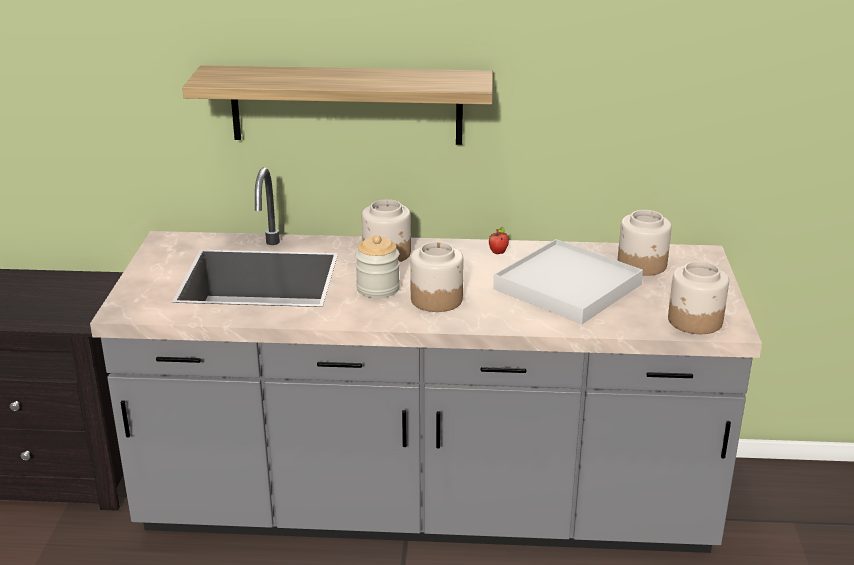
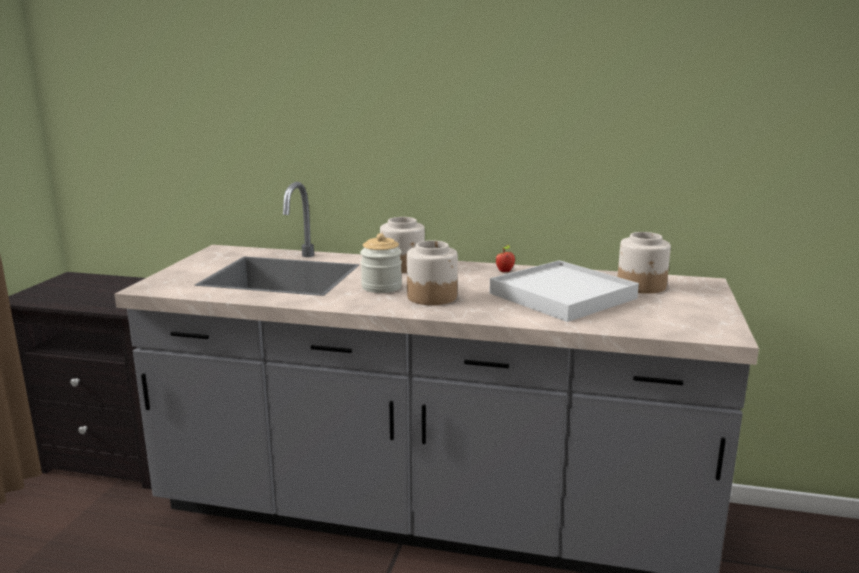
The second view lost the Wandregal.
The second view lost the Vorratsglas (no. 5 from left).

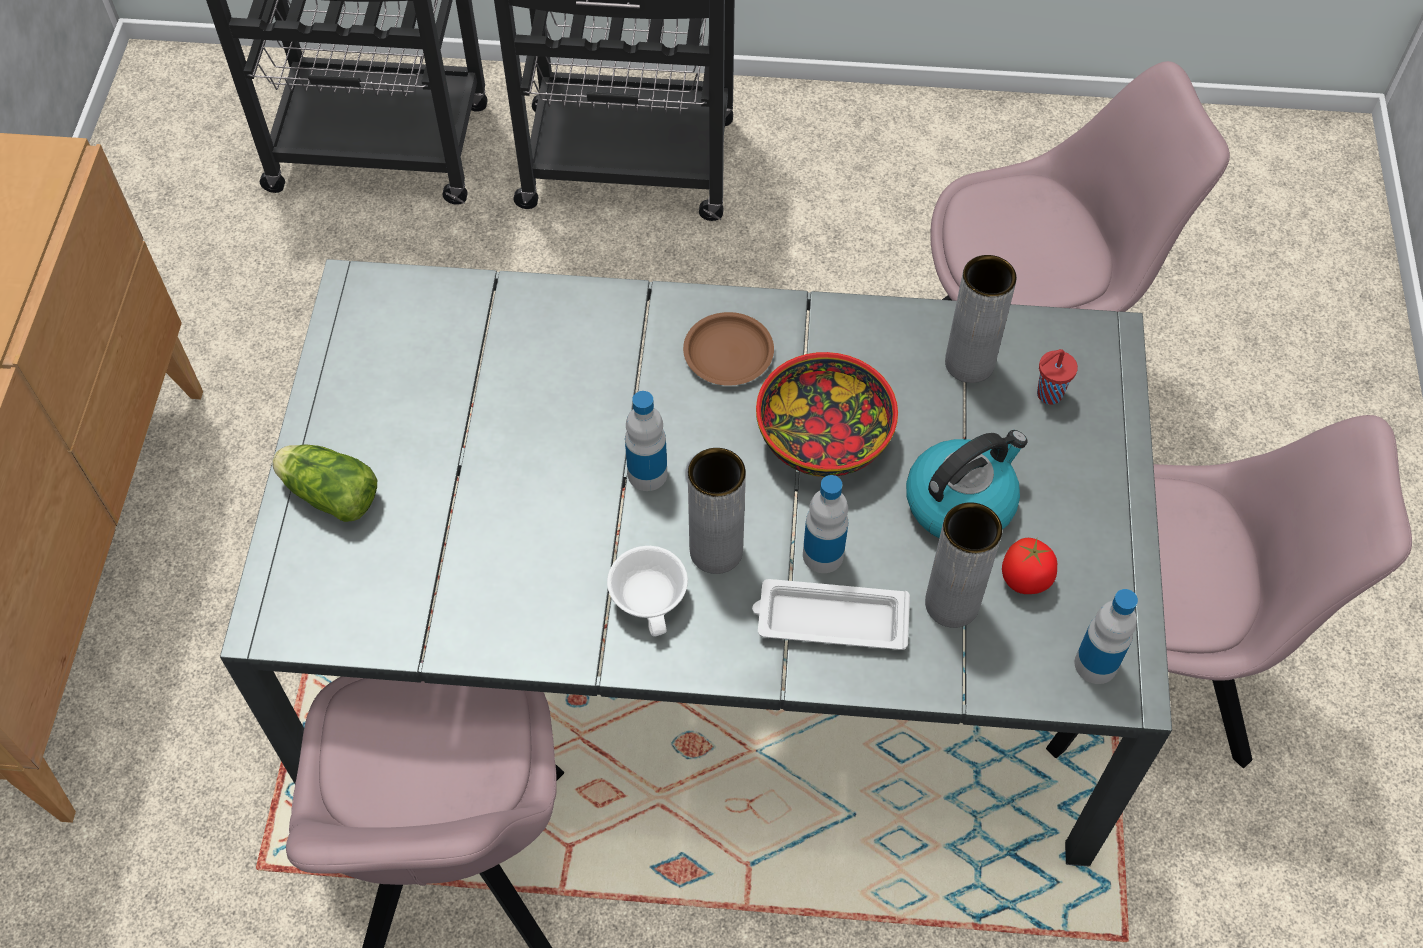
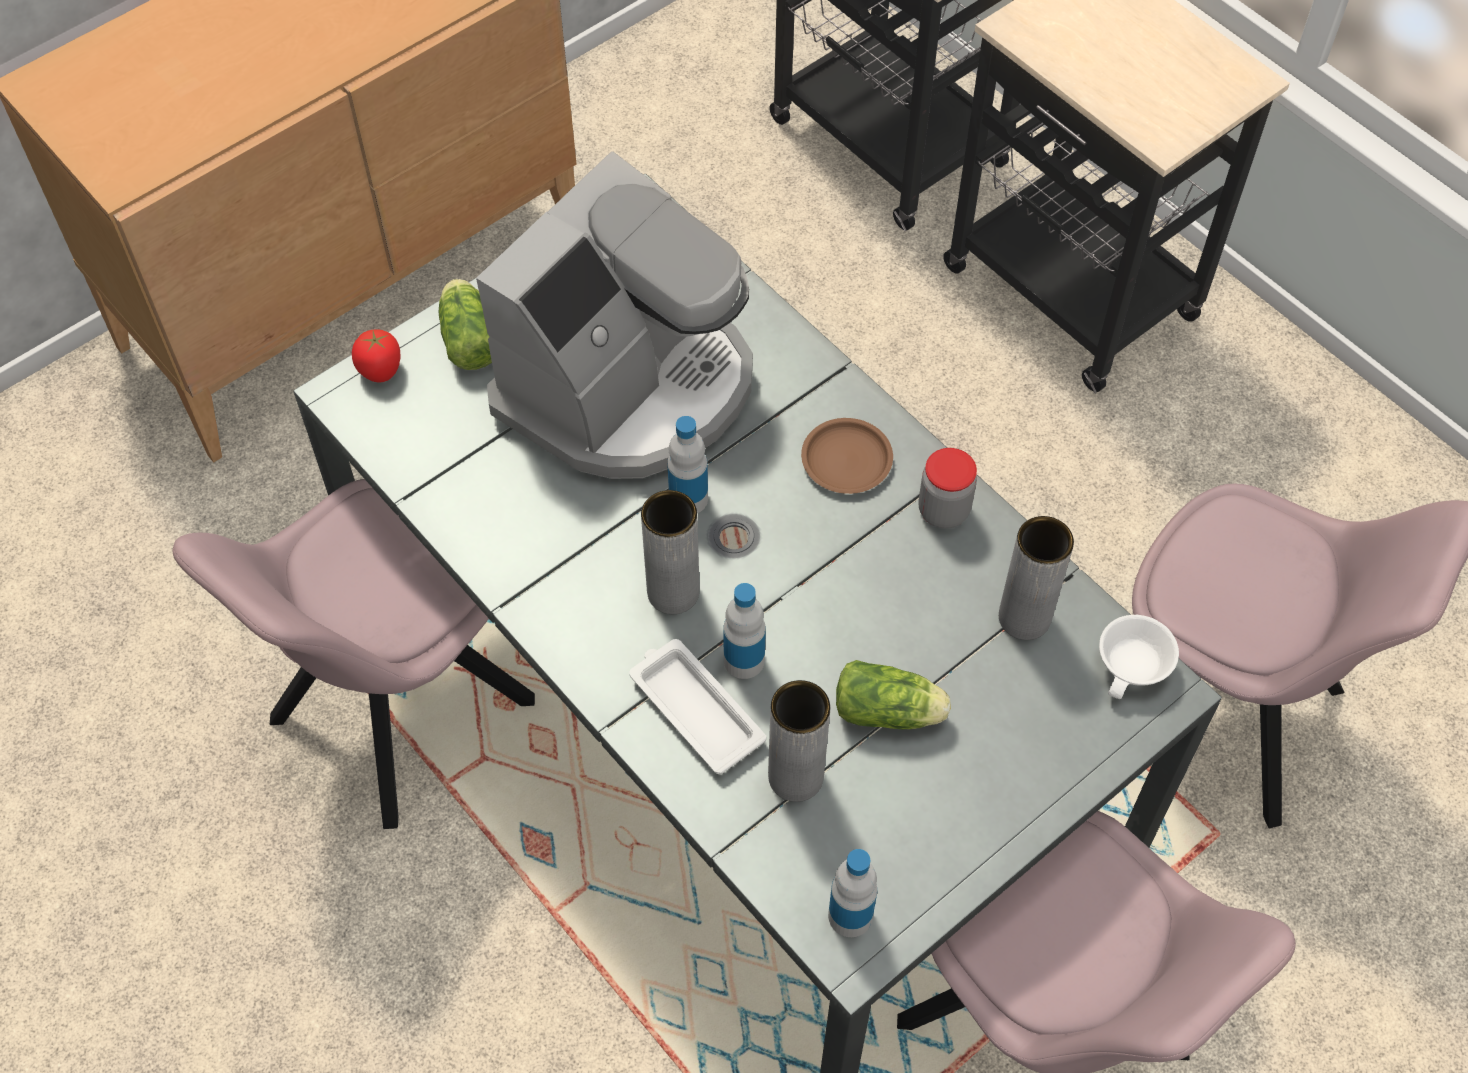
The Tomate ended up elsewhere.
The second view gained the Kaffeemaschine.
Where the Wasserkessel stood, the Salatkopf (no. 2 from left) came to stand.
The second view gained the Vorratsglas.
The Tasse (weiß) ended up elsewhere.
The second view lost the Schüssel.
The second view lost the Tasse (rot).

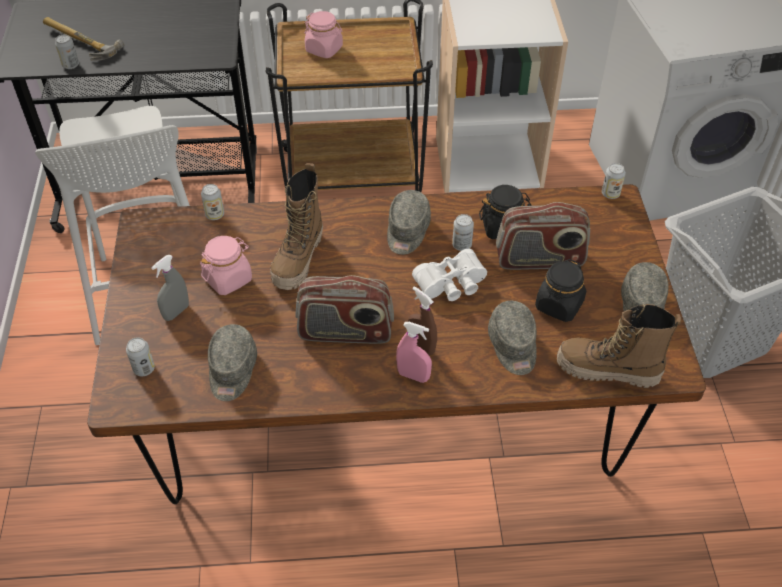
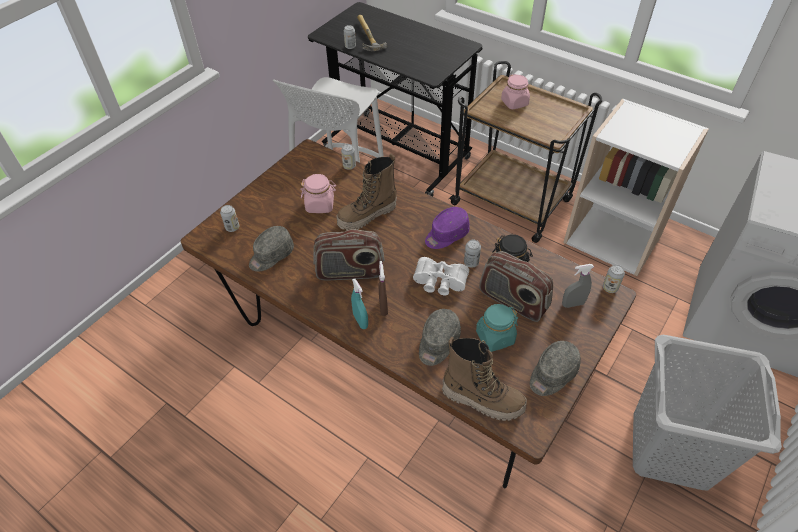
The Radio (no. 1 from left) ended up facing another way, 45 degrees counterclockwise from before.
What was the Sprühflasche (rosa) turned into the Sprühflasche (türkis).
What was the Kappe (grau) (no. 2 from left) turned into the Kappe (lila).
The Stiefel (no. 2 from left) ended up facing another way, 150 degrees clockwise from before.
What was the Vorratsglas (schwarz) (no. 2 from left) turned into the Vorratsglas (türkis).
The Sprühflasche (grau) ended up elsewhere.

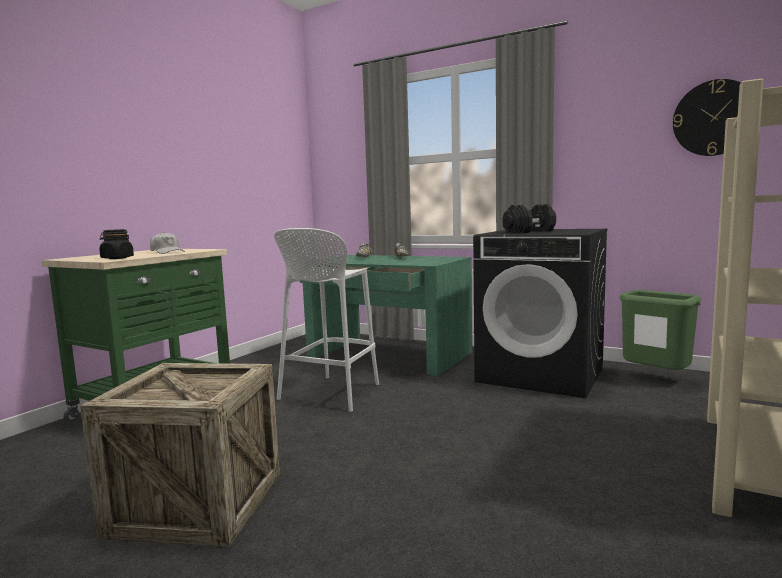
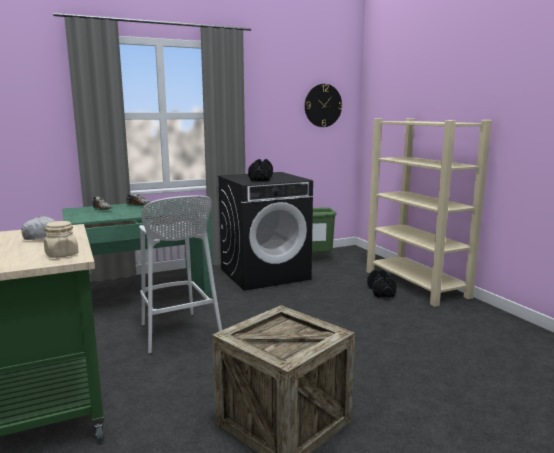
What was the Vorratsglas (schwarz) turned into the Vorratsglas (beige).
The second view gained the Hantel (schwarz) (no. 2 from left).

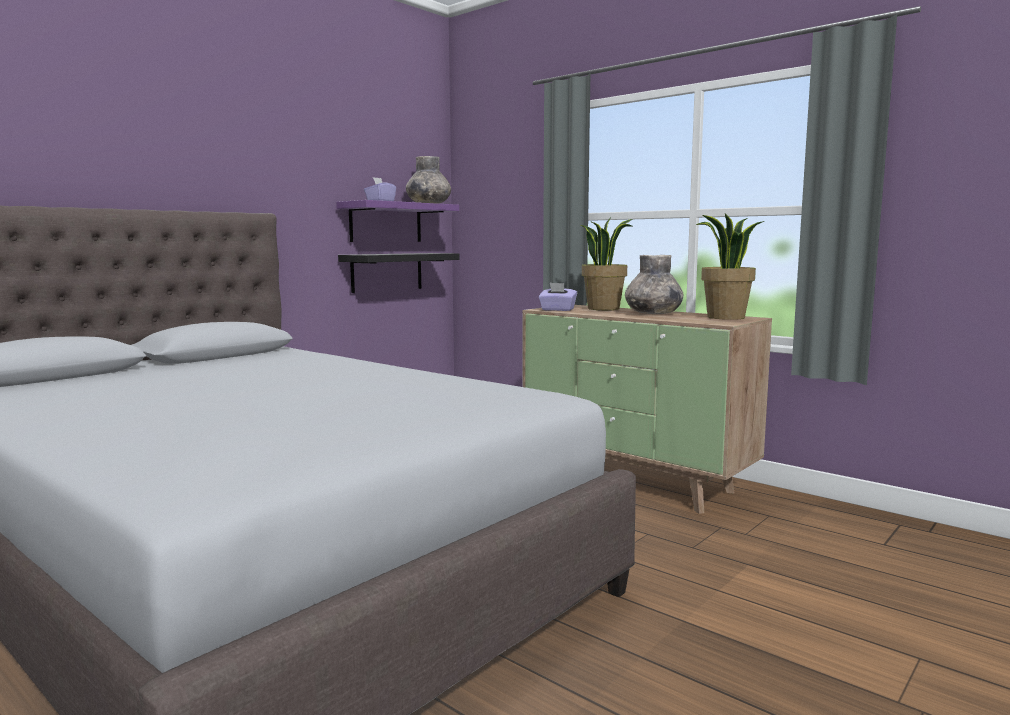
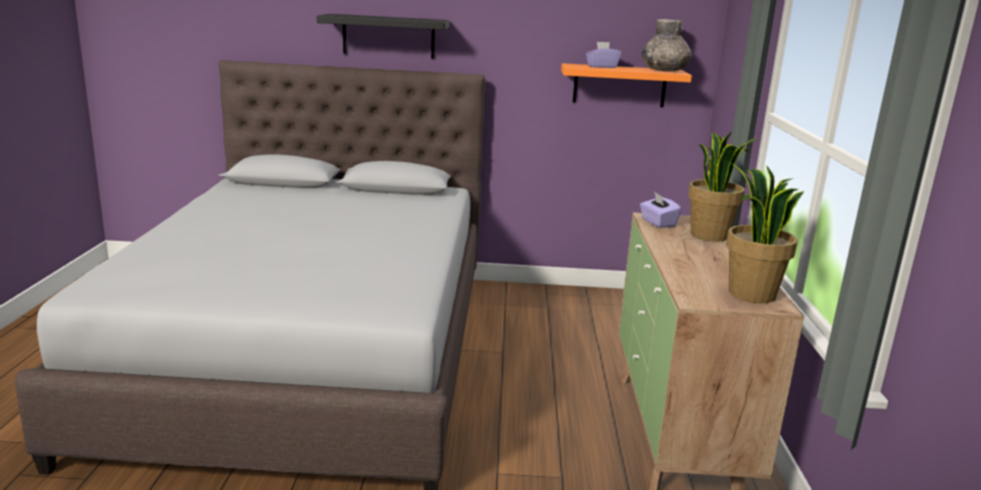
The Wandregal (schwarz) ended up elsewhere.
What was the Wandregal (lila) turned into the Wandregal (orange).
The second view lost the Vase (grau) (no. 2 from left).

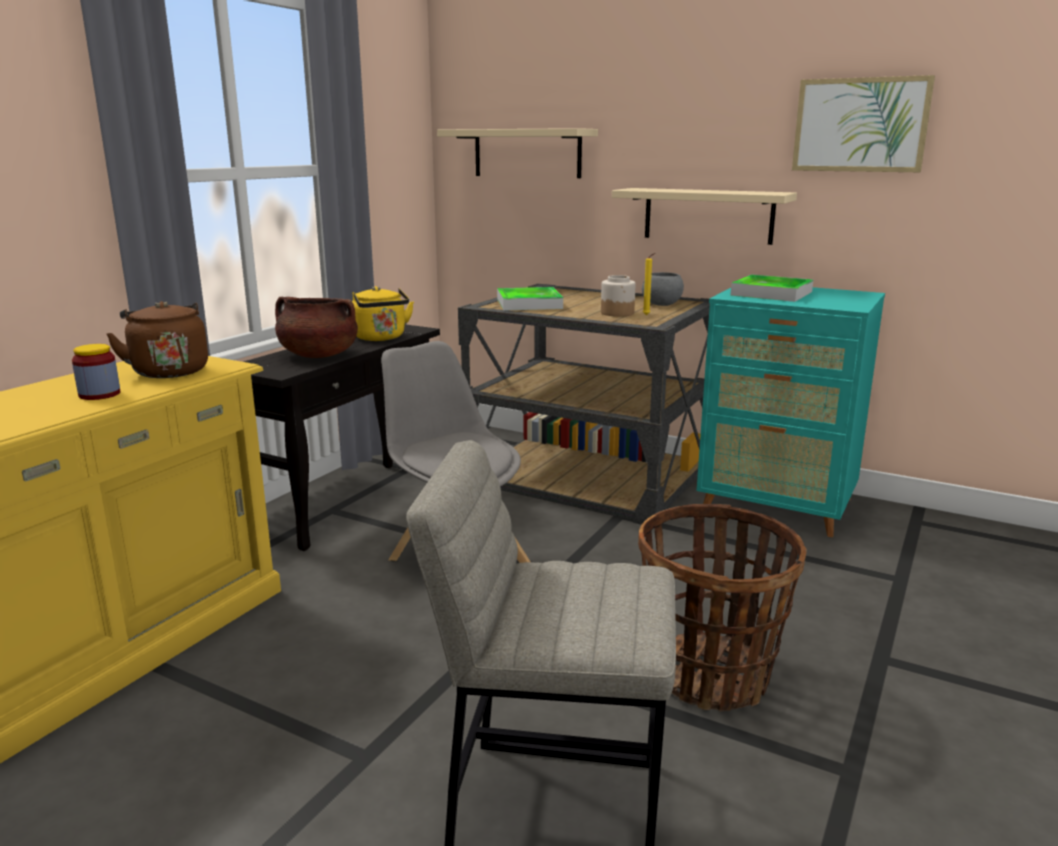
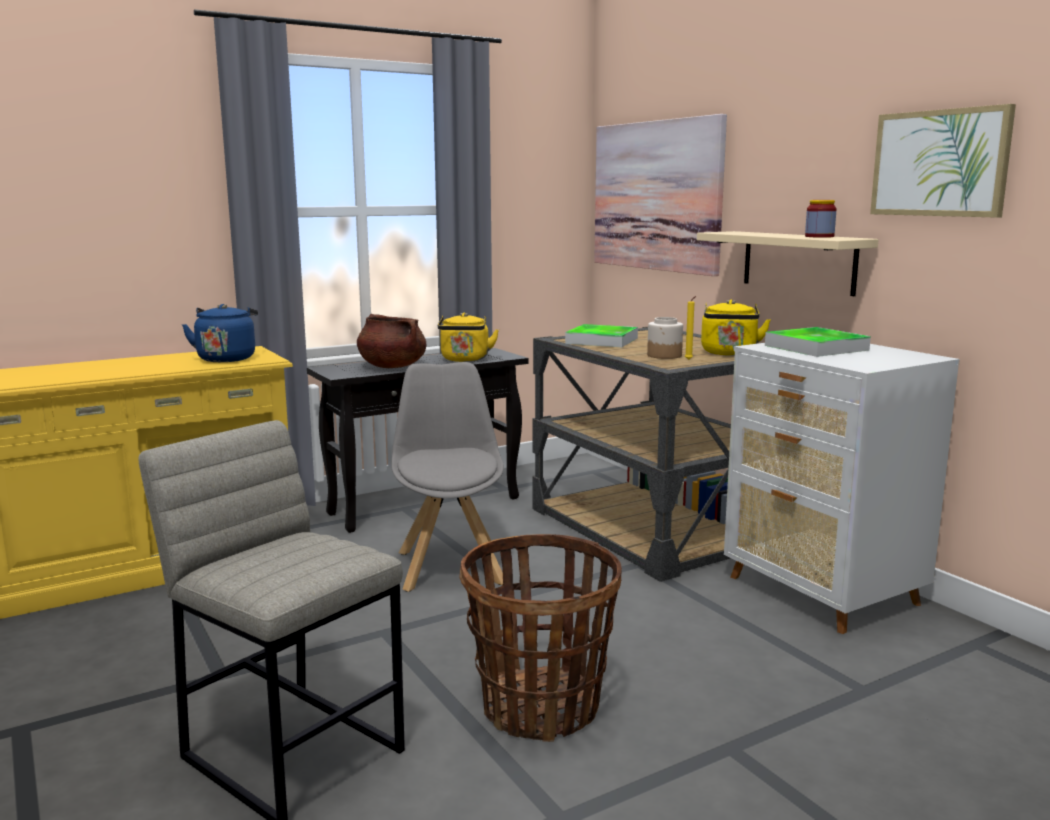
What was the Wasserkessel (braun) turned into the Wasserkessel (blau).
Where the Wandregal (beige) (no. 1 from left) hung, the Bild (no. 1 from left) came to hang.
Where the Schüssel (grau) stood, the Wasserkessel (gelb) (no. 2 from left) came to stand.
What was the Kommode (türkis) turned into the Kommode (weiß).
The Vorratsglas (no. 1 from left in the first image) ended up elsewhere.

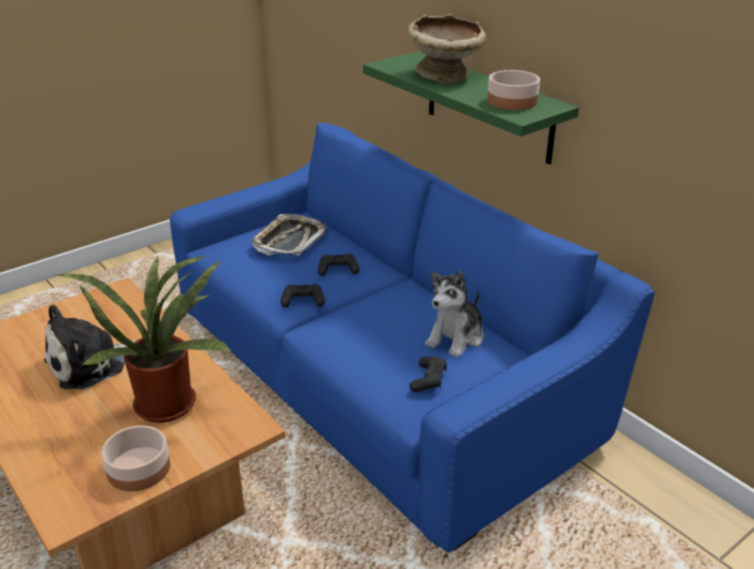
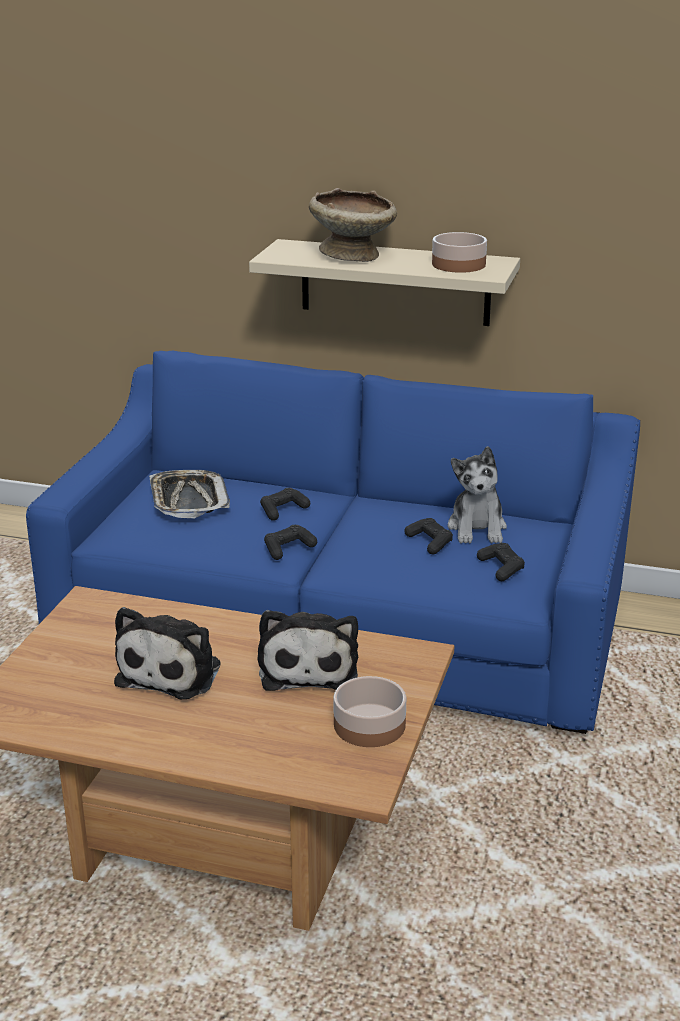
What was the Wandregal (grün) turned into the Wandregal (beige).
Where the Topfpflanze stood, the Plüschtier (no. 2 from left) came to stand.
The second view gained the Gamepad (schwarz) (no. 3 from left).

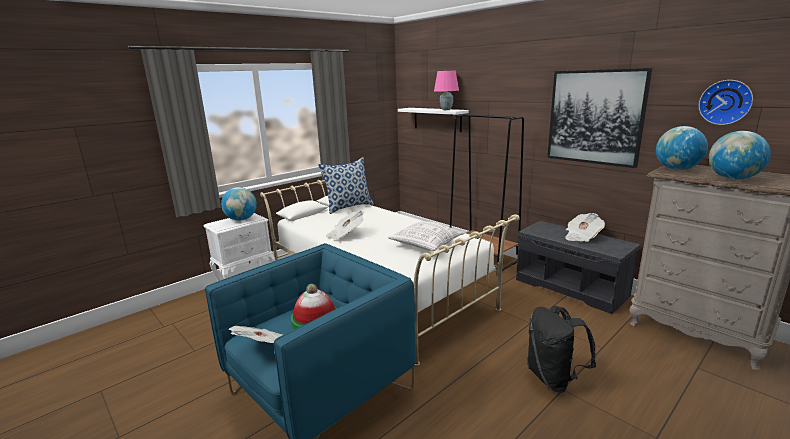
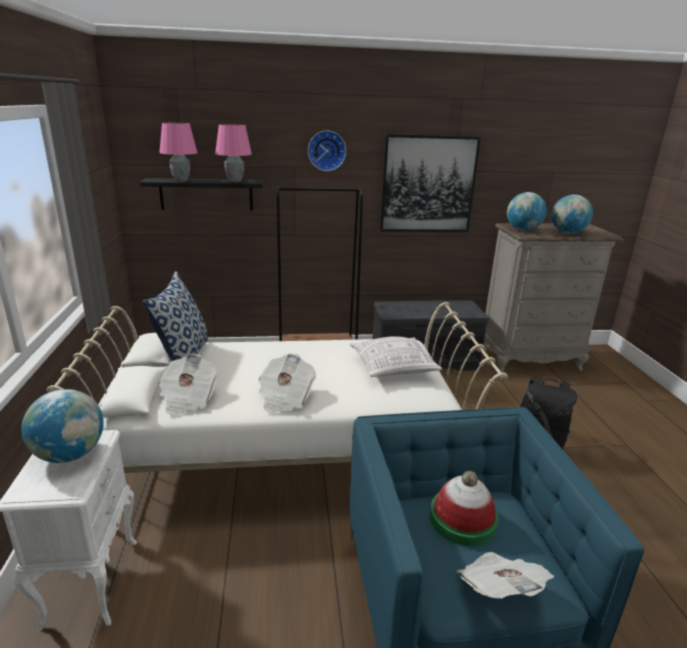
What was the Wandregal (weiß) turned into the Wandregal (schwarz).
The second view gained the Tischlampe (rosa) (no. 1 from left).
The Zeitung (no. 3 from left in the first image) ended up elsewhere.
The Wanduhr ended up elsewhere.

